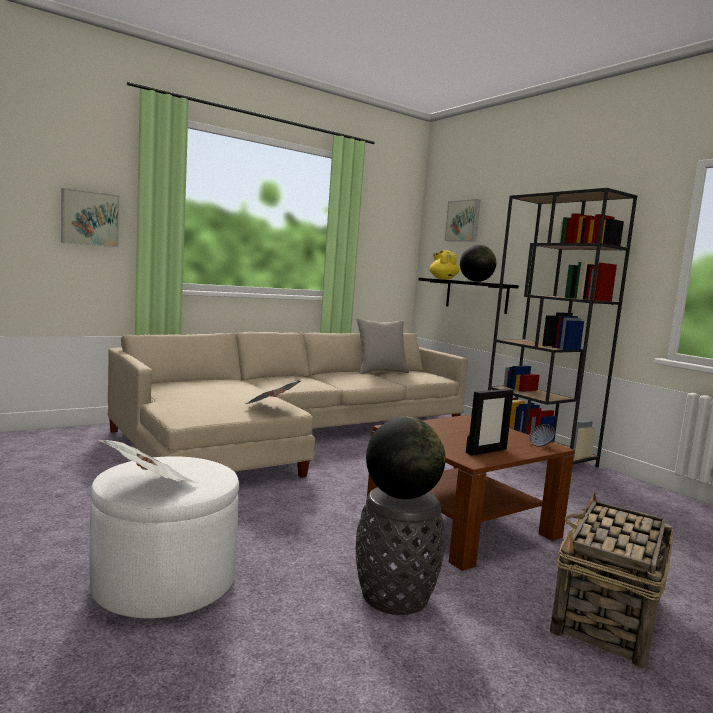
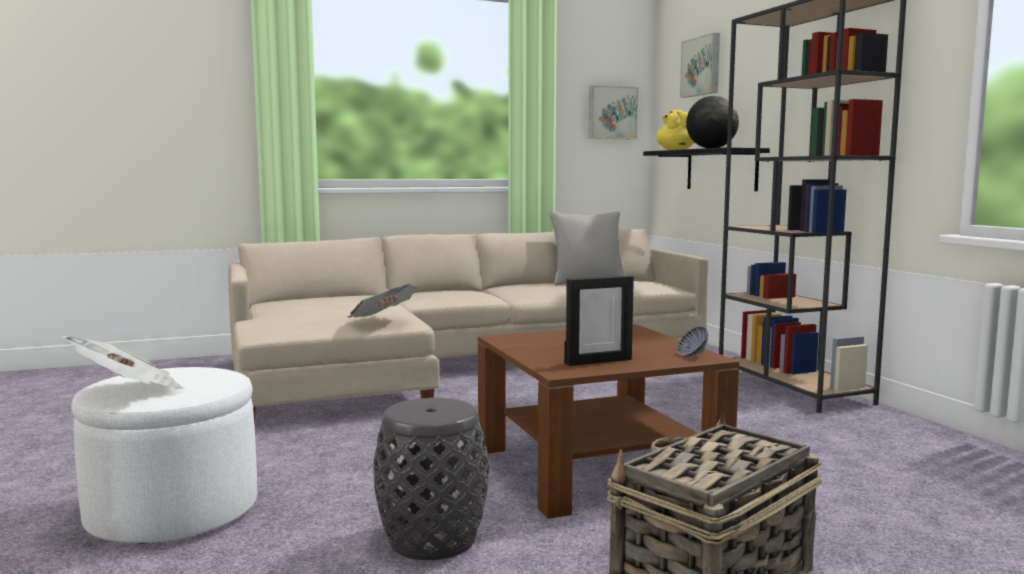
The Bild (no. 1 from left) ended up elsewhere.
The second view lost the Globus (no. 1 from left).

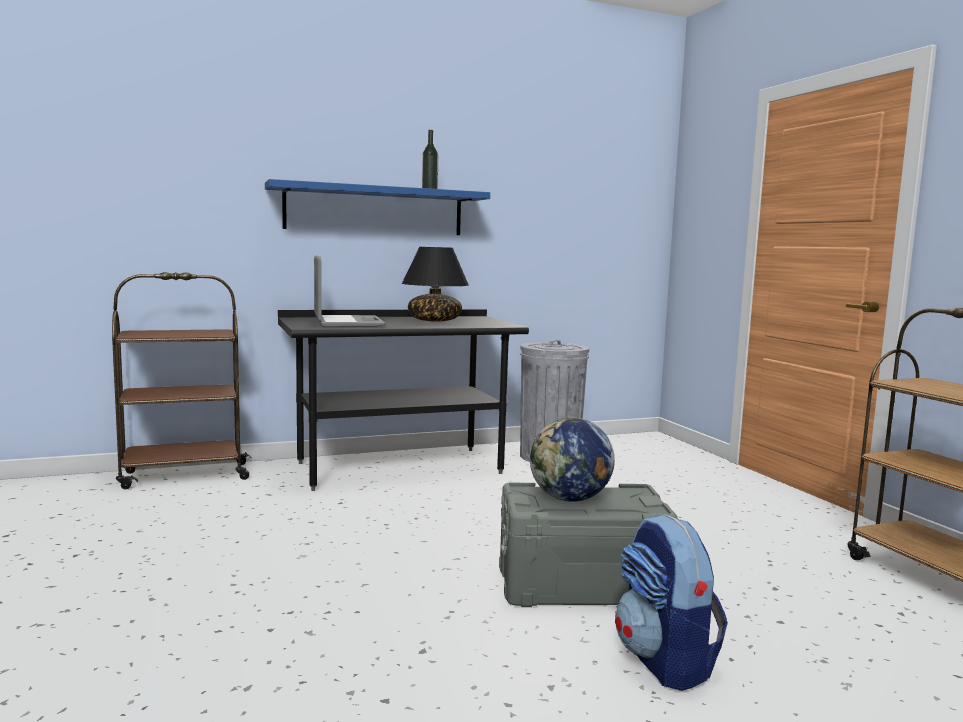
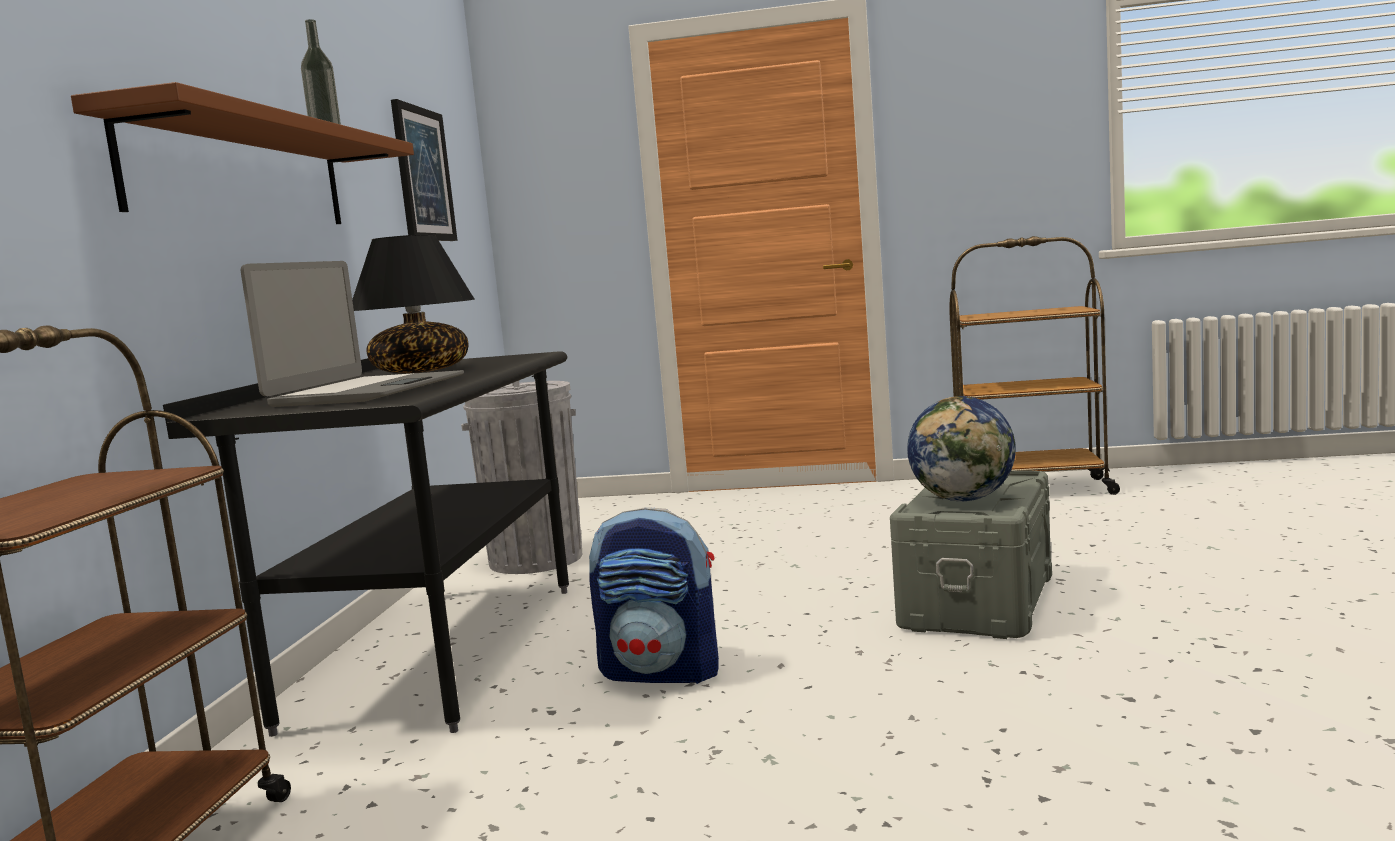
What was the Wandregal (blau) turned into the Wandregal (braun).
The Laptop ended up facing another way, 90 degrees clockwise from before.
The second view gained the Bild.
The Rucksack ended up elsewhere.

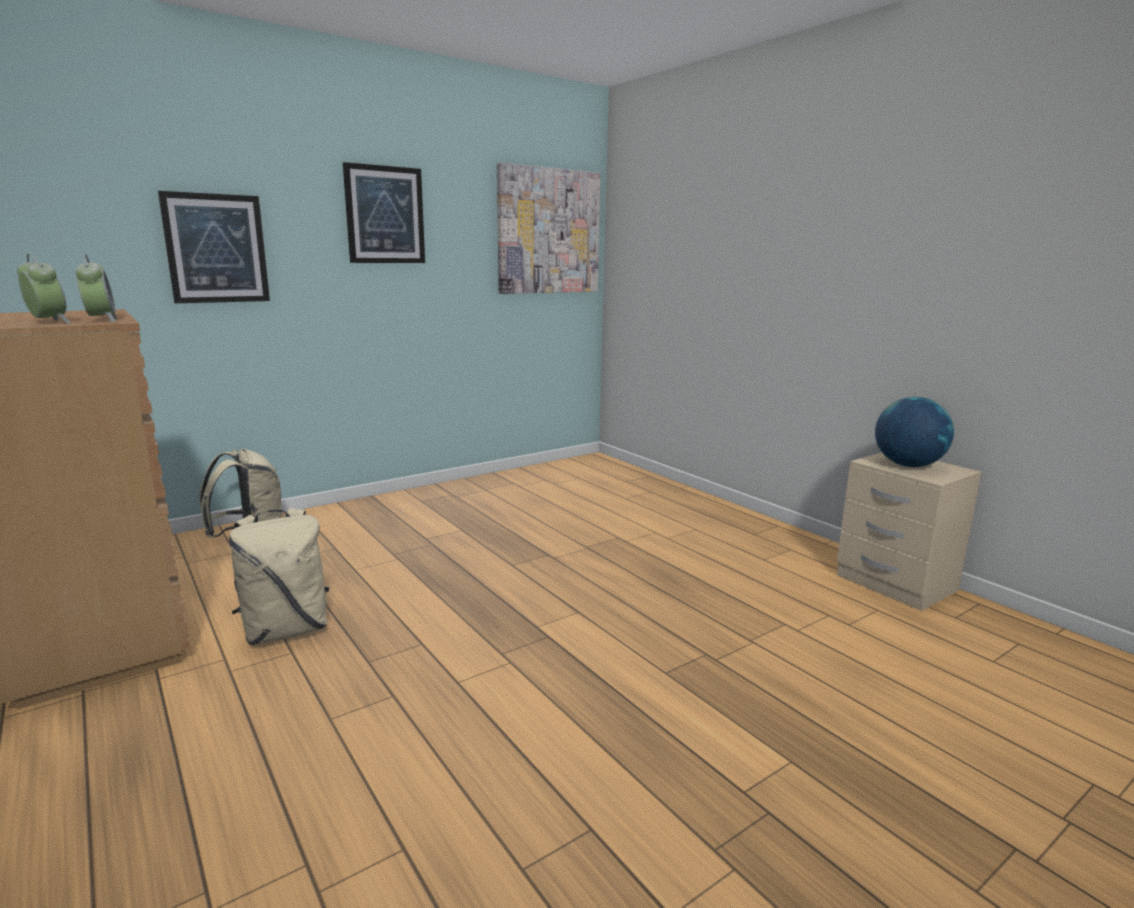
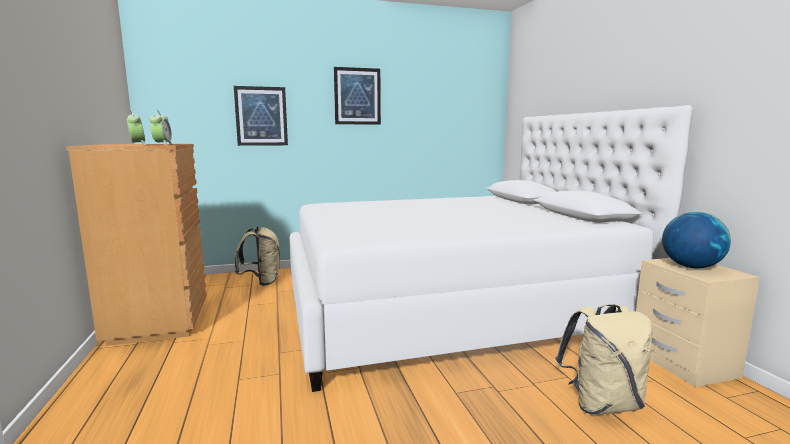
The second view gained the Bett (weiß).
The Rucksack (beige) (no. 2 from left) ended up elsewhere.
The second view lost the Bild (no. 3 from left).

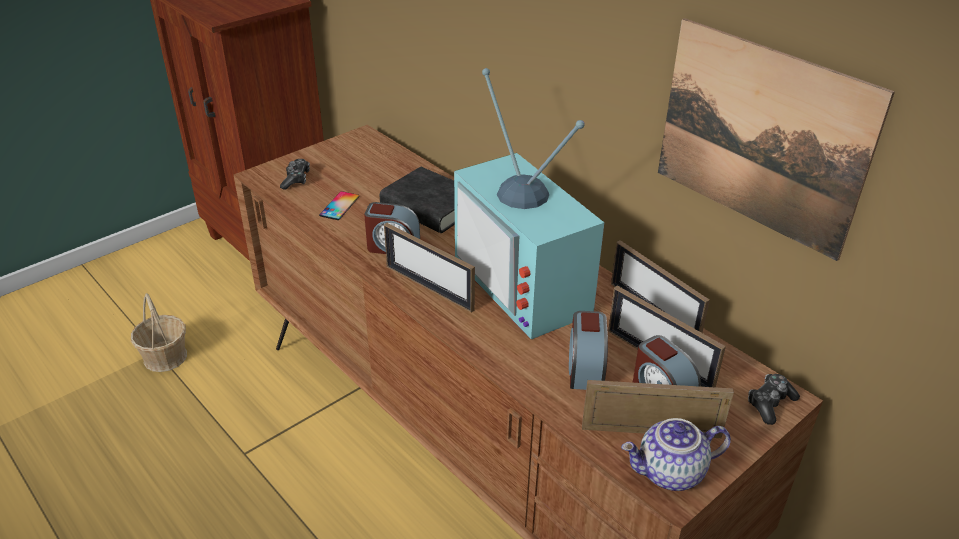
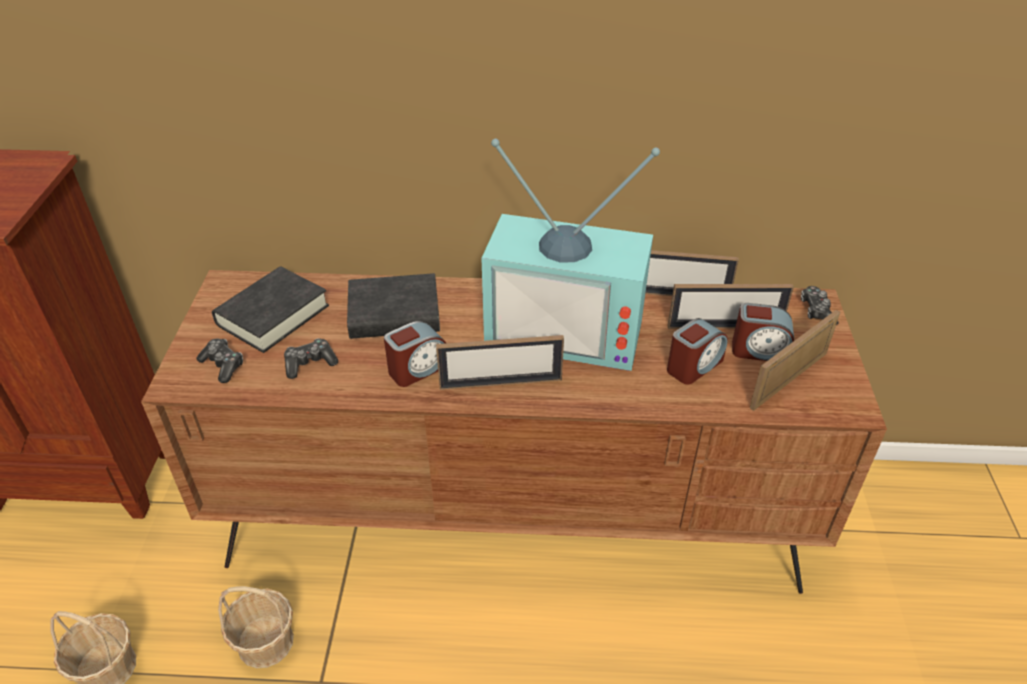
The second view gained the Buch (schwarz) (no. 1 from left).
The second view gained the Korb (no. 2 from left).
Where the Handy stood, the Gamepad (no. 2 from left) came to stand.
The Wecker (no. 2 from left) ended up facing another way, 90 degrees counterclockwise from before.
The second view lost the Teekanne.
The second view lost the Bild.

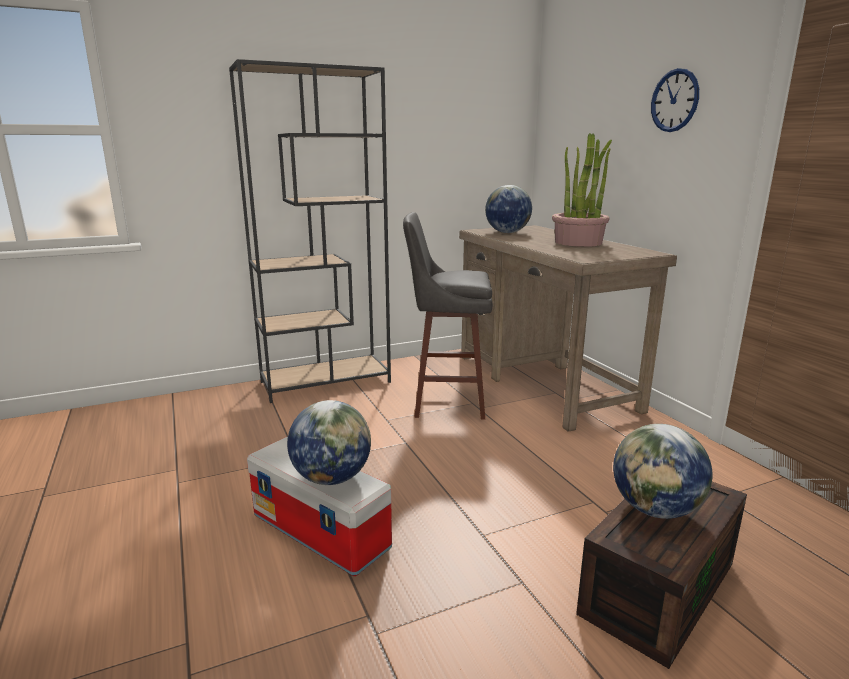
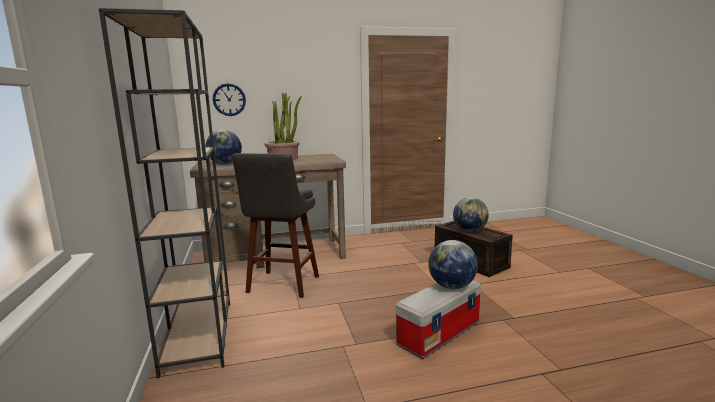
The Wanduhr ended up elsewhere.

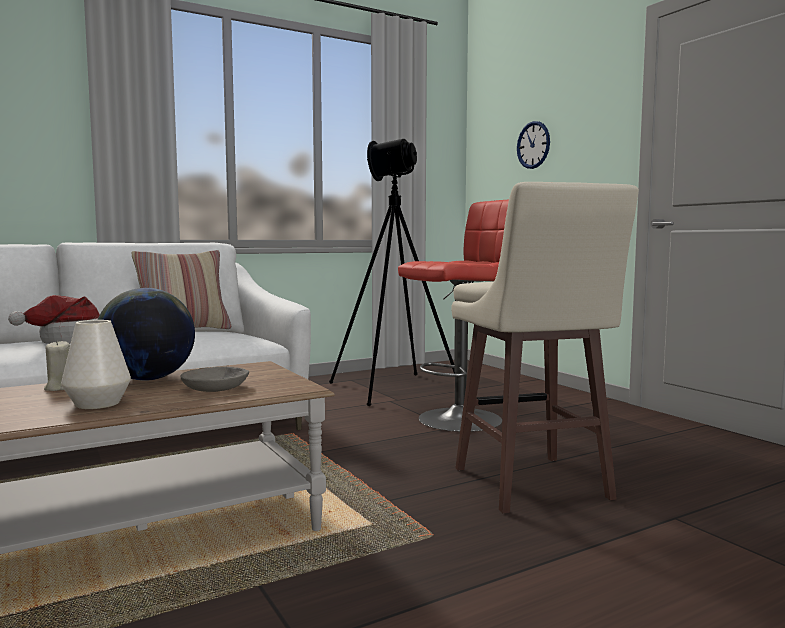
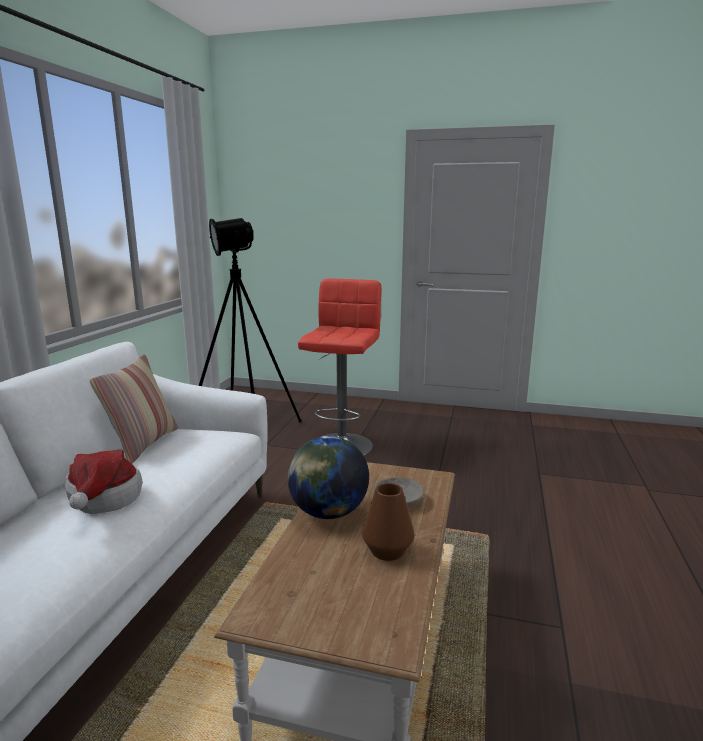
What was the Vase (weiß) turned into the Vase (braun).
The second view lost the Kerze (beige).
The second view lost the Hocker (beige).
The second view lost the Wanduhr.

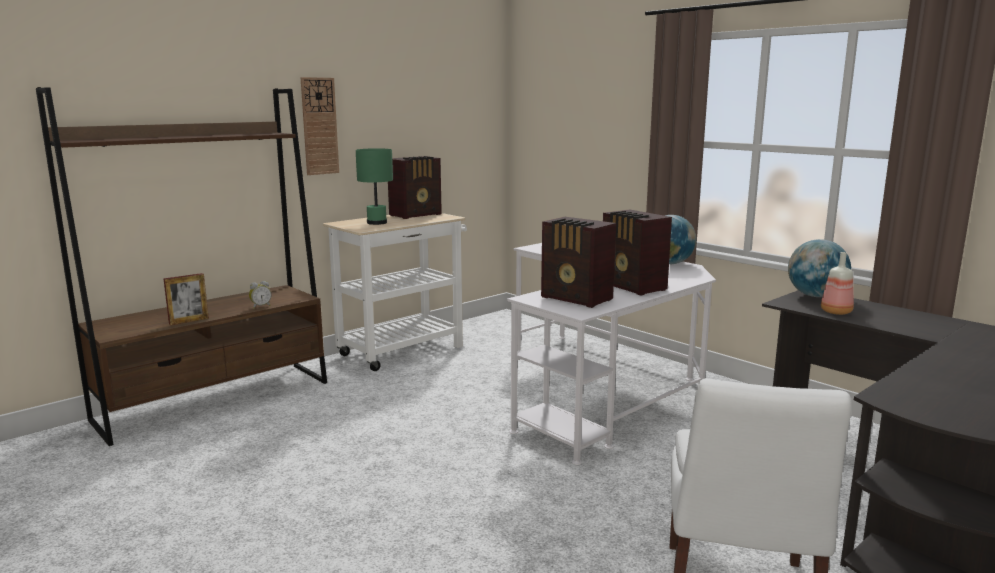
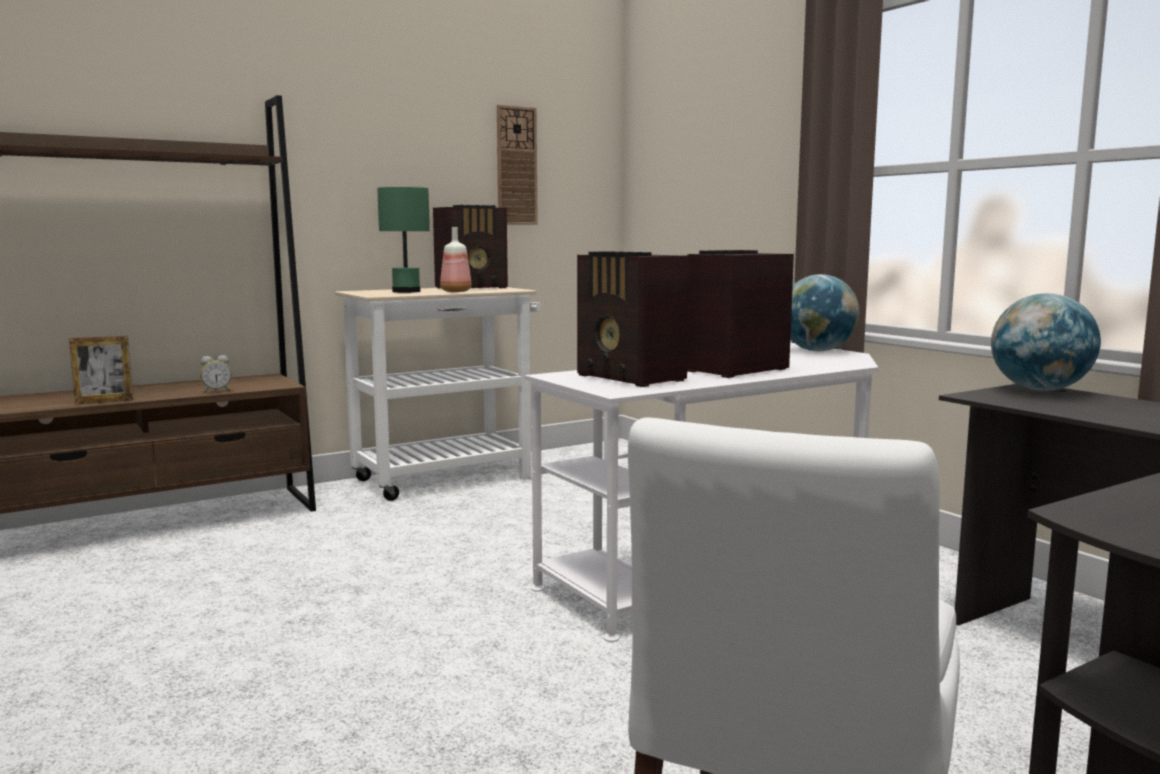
The Flasche ended up elsewhere.
The Wanduhr ended up elsewhere.
The Radio (no. 3 from left) ended up facing another way, 75 degrees clockwise from before.

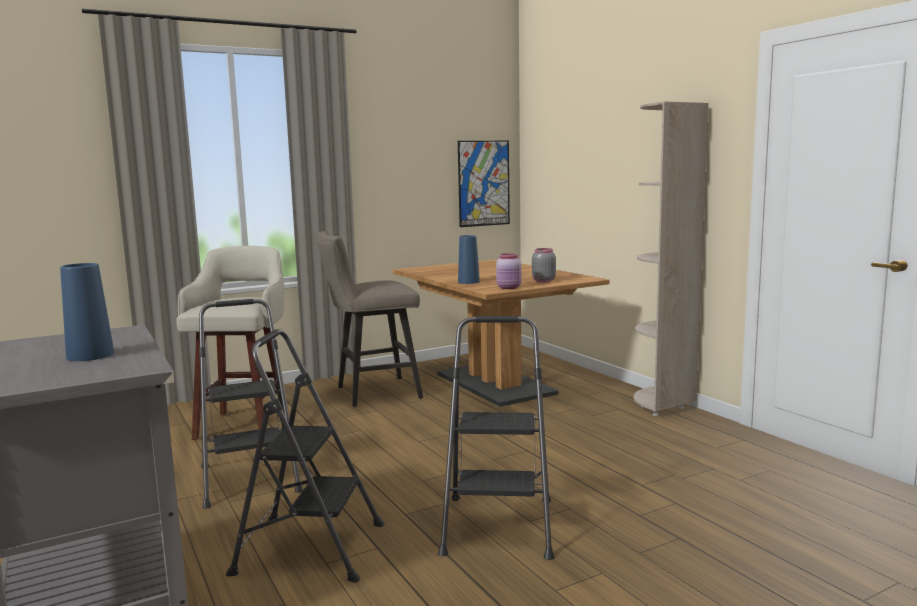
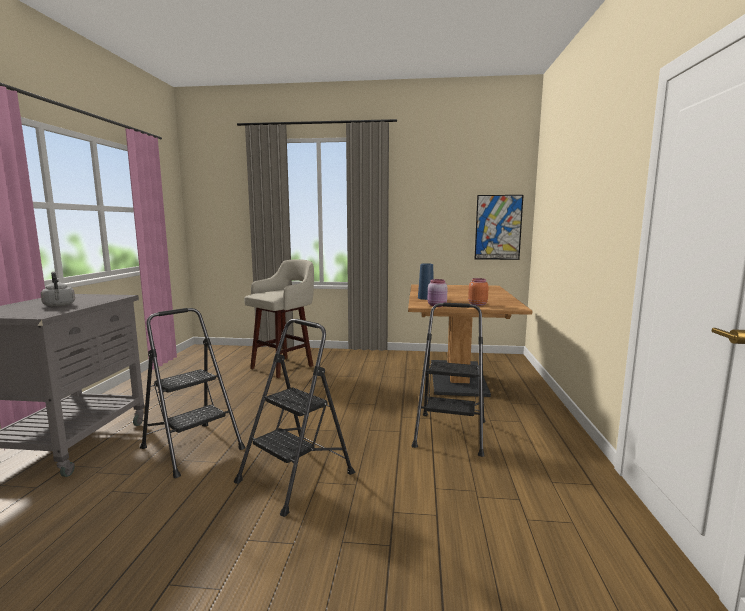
Where the Vase (blau) (no. 1 from left) stood, the Wasserkessel (grau) came to stand.
The Trittleiter (schwarz) (no. 1 from left in the first image) ended up elsewhere.
What was the Vorratsglas (grau) turned into the Vorratsglas (orange).
The second view lost the Hocker (beige) (no. 2 from left).
The second view lost the Bücherregal (beige).

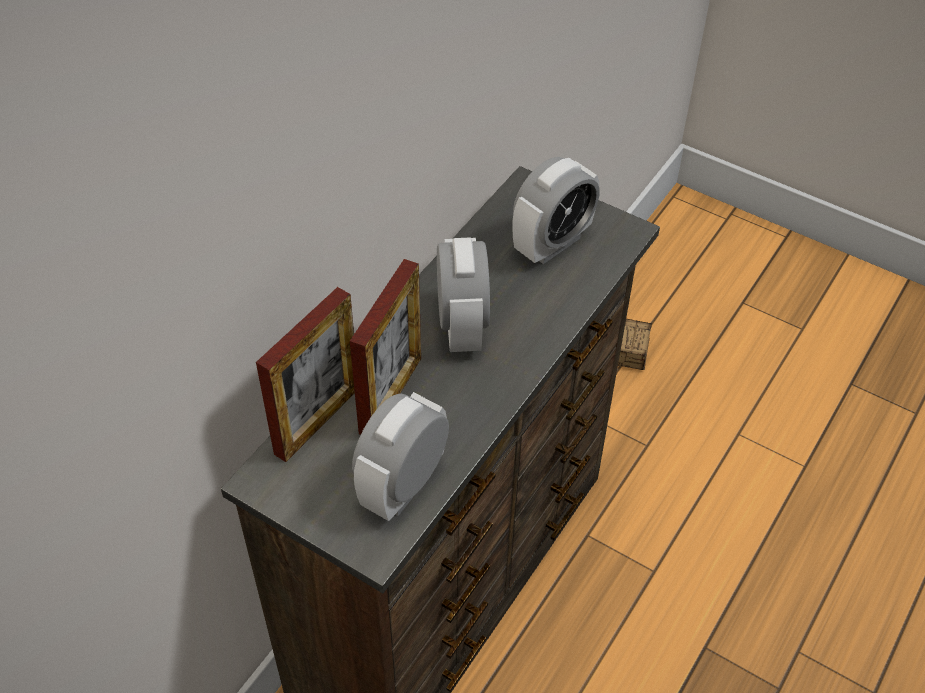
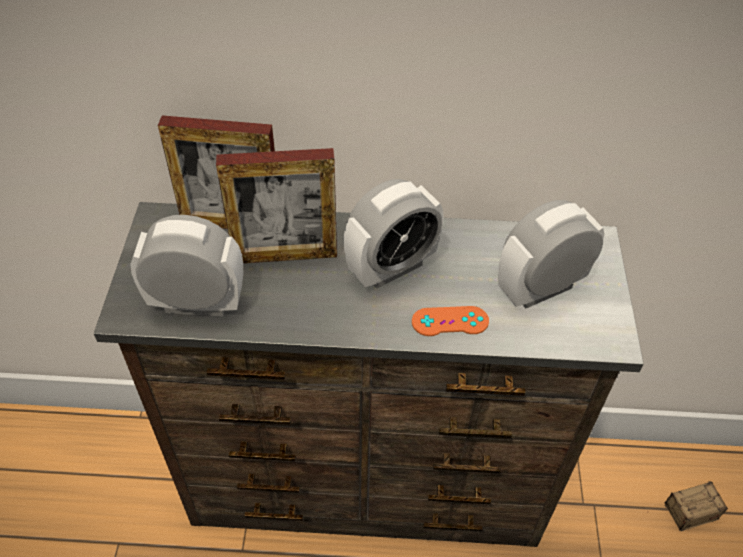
The second view gained the Gamepad (orange).
The Wecker (no. 3 from left) ended up facing another way, 135 degrees clockwise from before.

